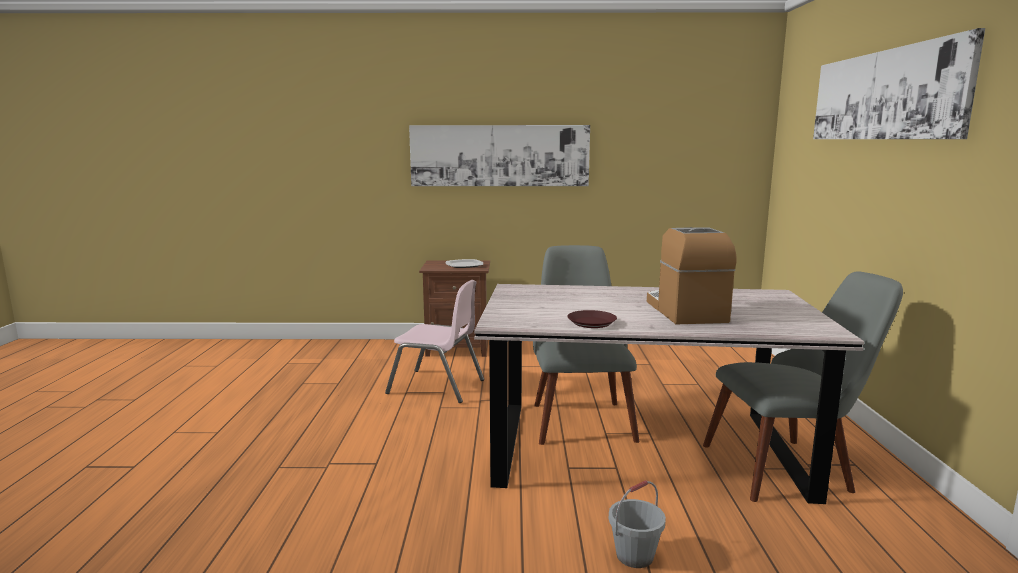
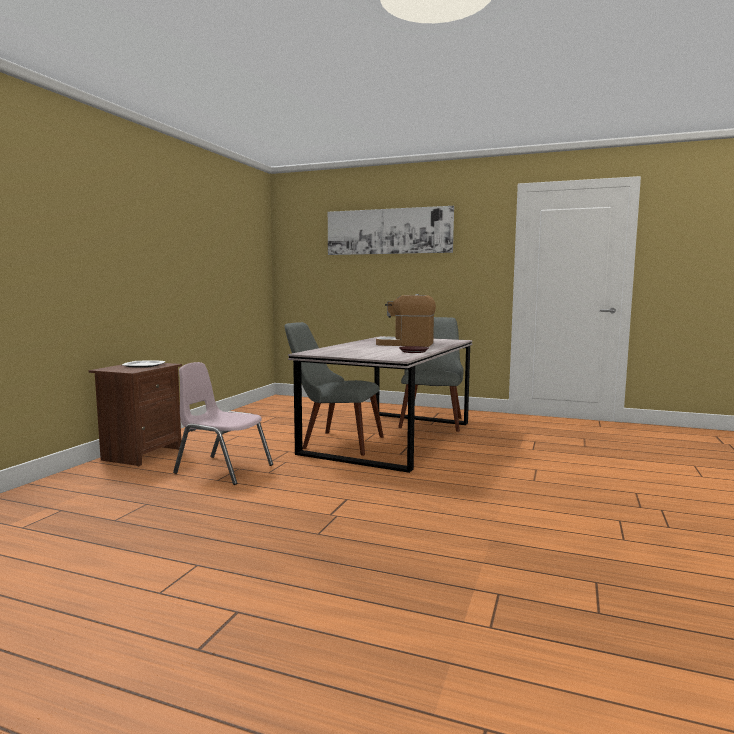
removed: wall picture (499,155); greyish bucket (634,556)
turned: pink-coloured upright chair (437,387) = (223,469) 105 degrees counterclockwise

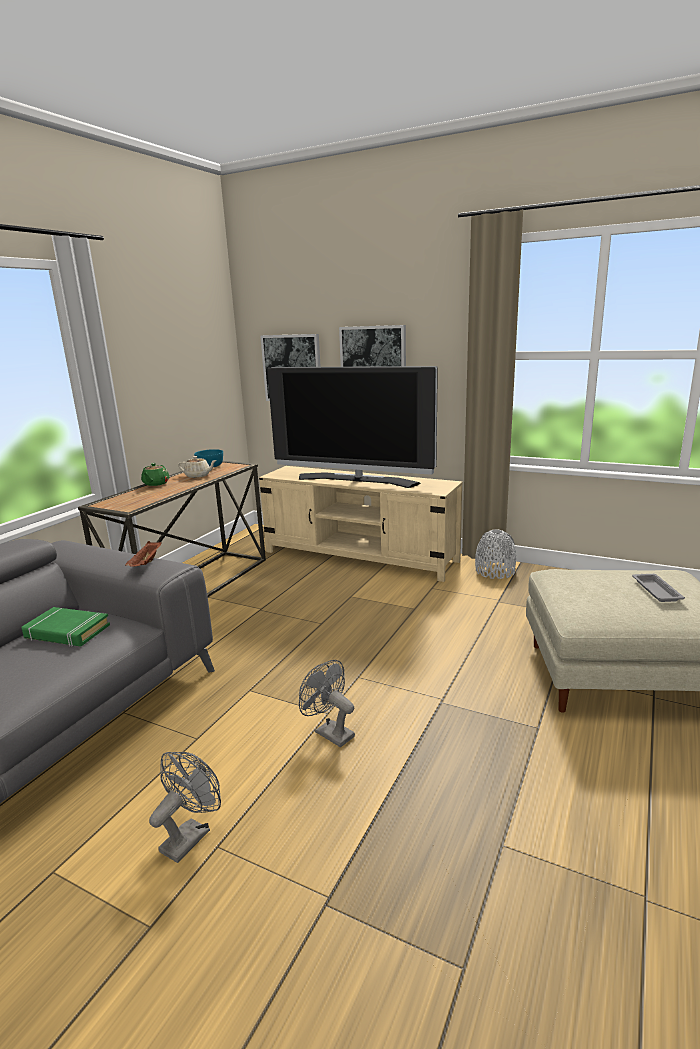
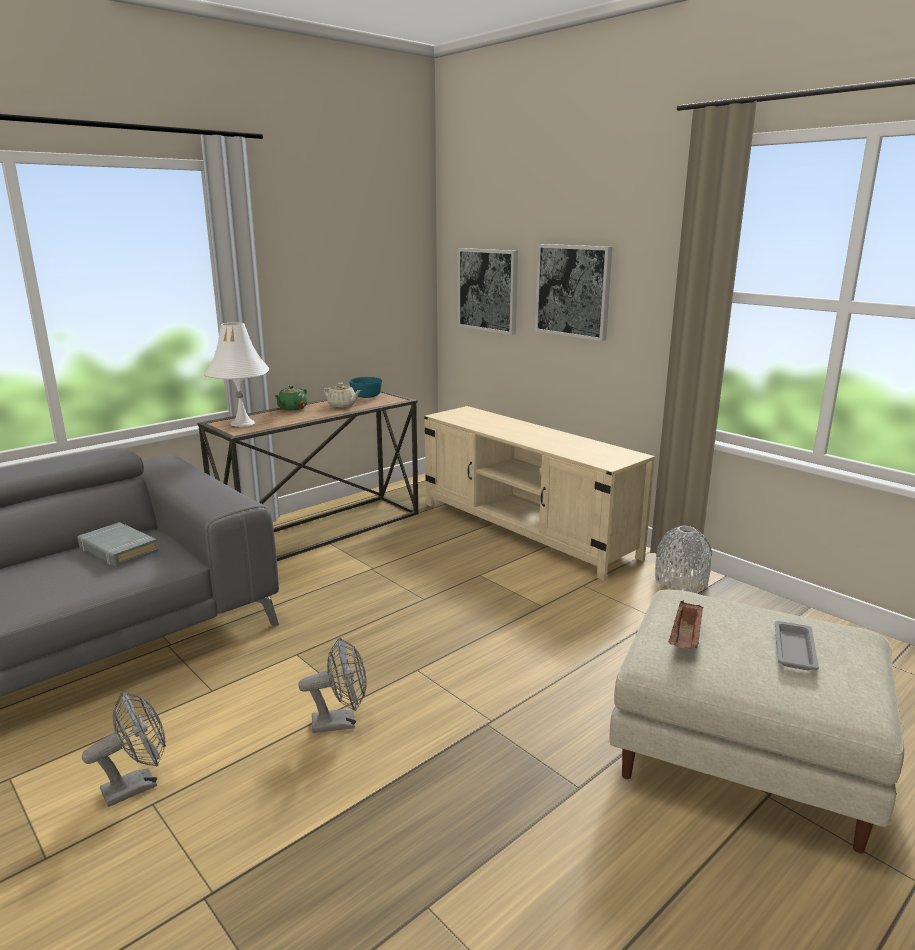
removed: TV (356,480)
added: white tabletop lamp (242,423)
moved: brown-coloured tray (146,563) to (685,638)
recoloured: green bound book (67,632) to greyish bound book (118,550)
turned: greyish cooling fan (329,732) = (341,722) 105 degrees clockwise

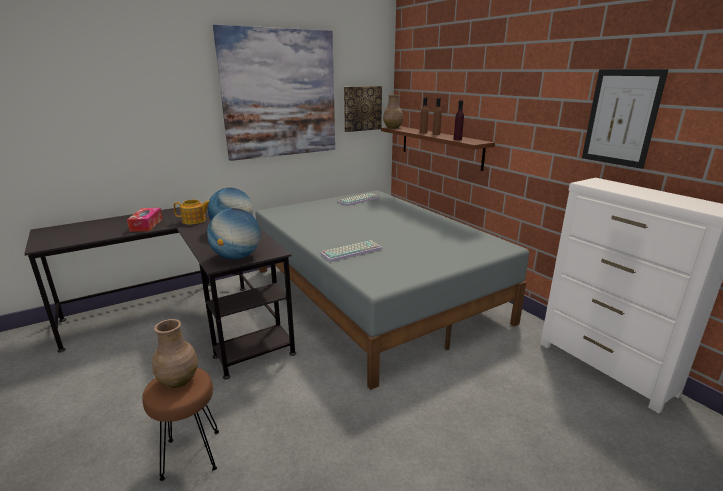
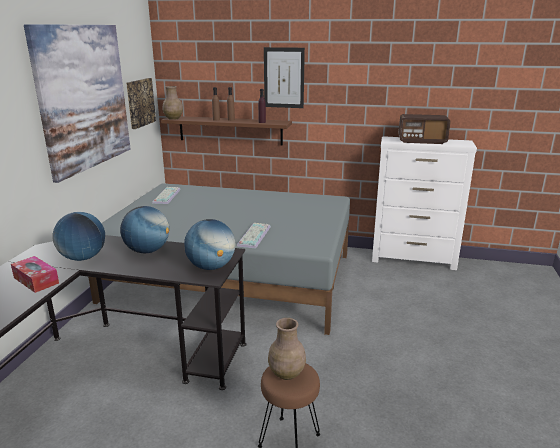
added: radio (422,141)
moved: wall picture (621,118) to (284,78)
replaced: pot for tea (194,221) to world globe (83,258)

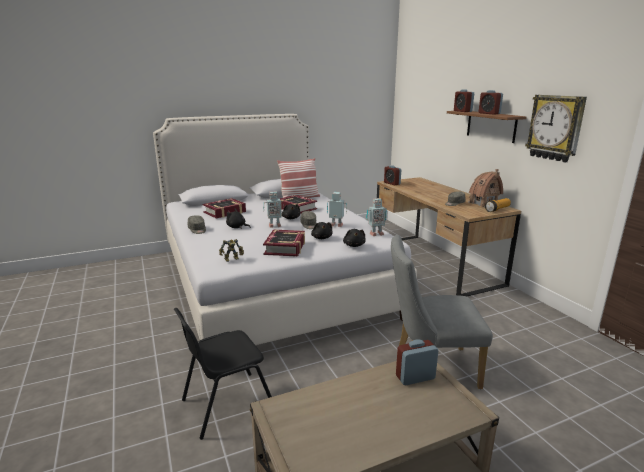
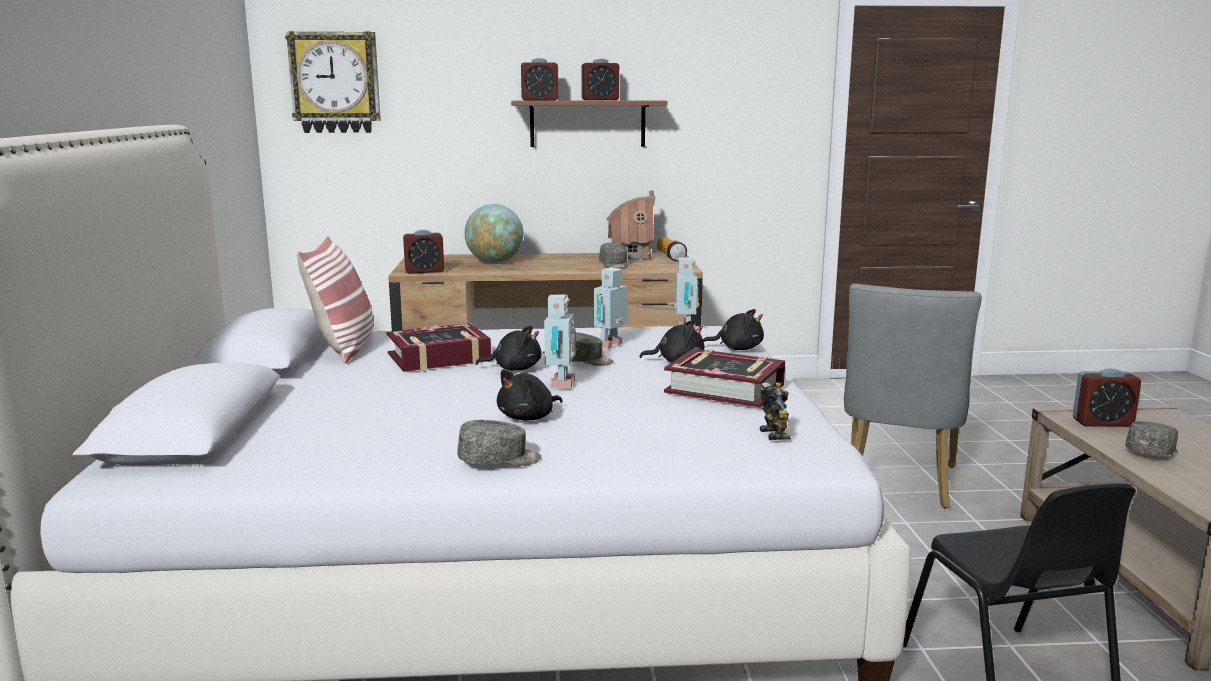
removed: bound book (224,212)
added: world globe (495,262); greyish peaked cap (1152,451)
moved: wall clock (555,128) to (335,83)
turned: bedside clock (415,377) = (1102,423) 90 degrees counterclockwise

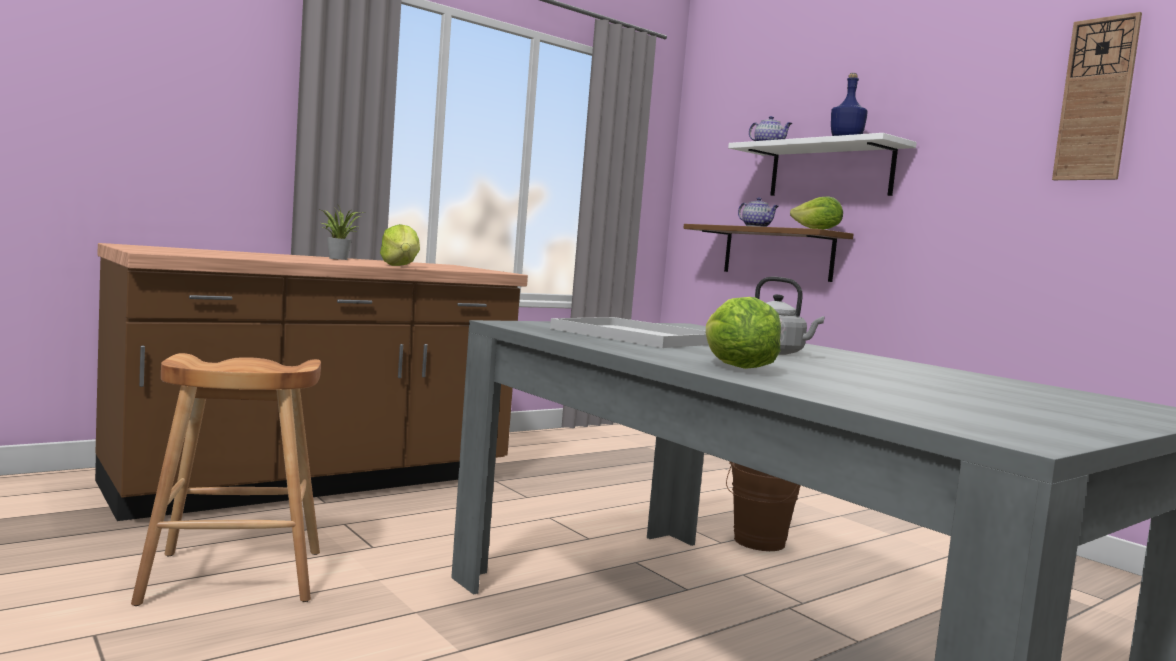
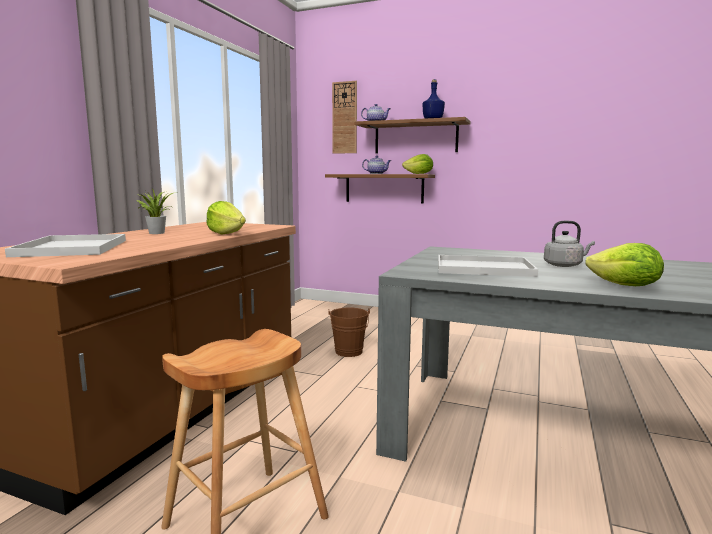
added: white tray (72,247)
moved: wall clock (1096,99) to (344,118); brown-coloured bucket (757,543) to (349,353)
recoloured: white bracket shelf (830,171) to brown-coloured bracket shelf (415,137)

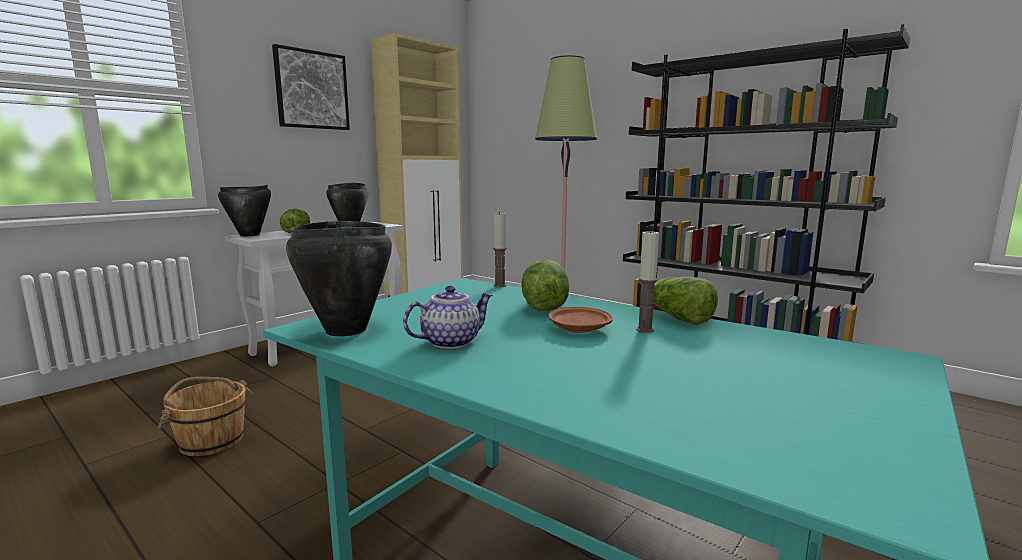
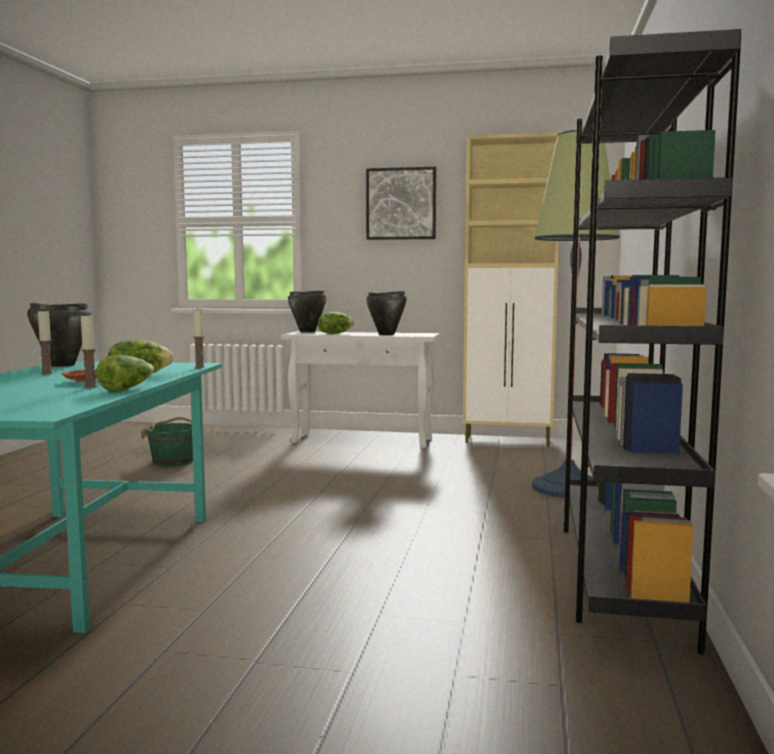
replaced: pot for tea (450,342) to candle (47,373)
recoloured: brown-coloured bucket (211,440) to green bucket (173,461)

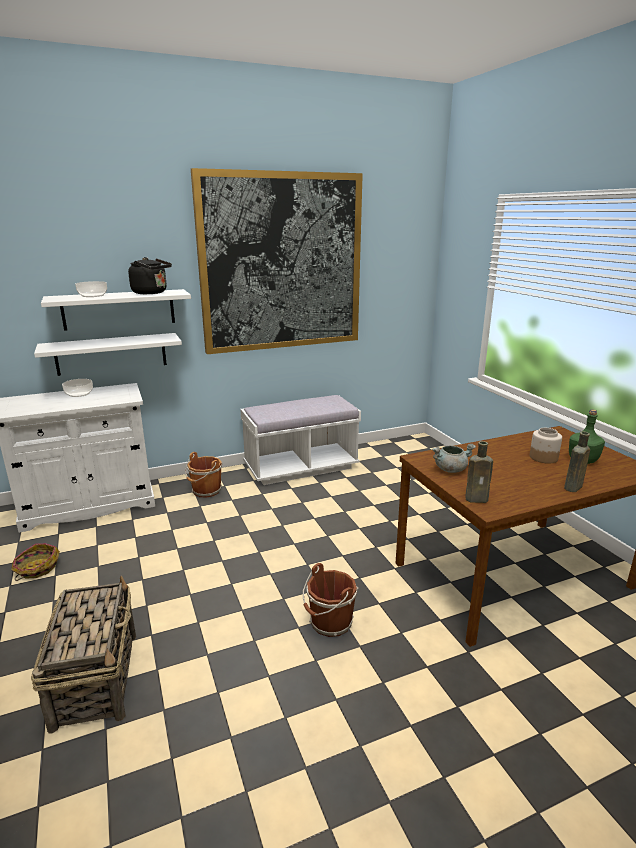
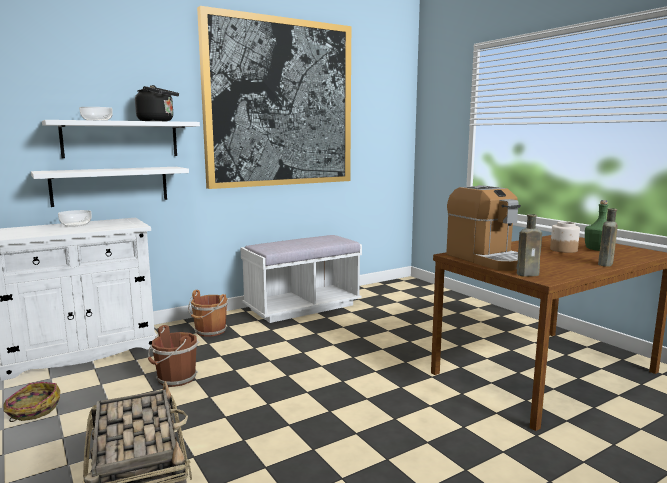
moved: brown-coloured bucket (329,623) to (175,379)
replaced: greyish saucepot (450,469) to coffee machine (487,259)

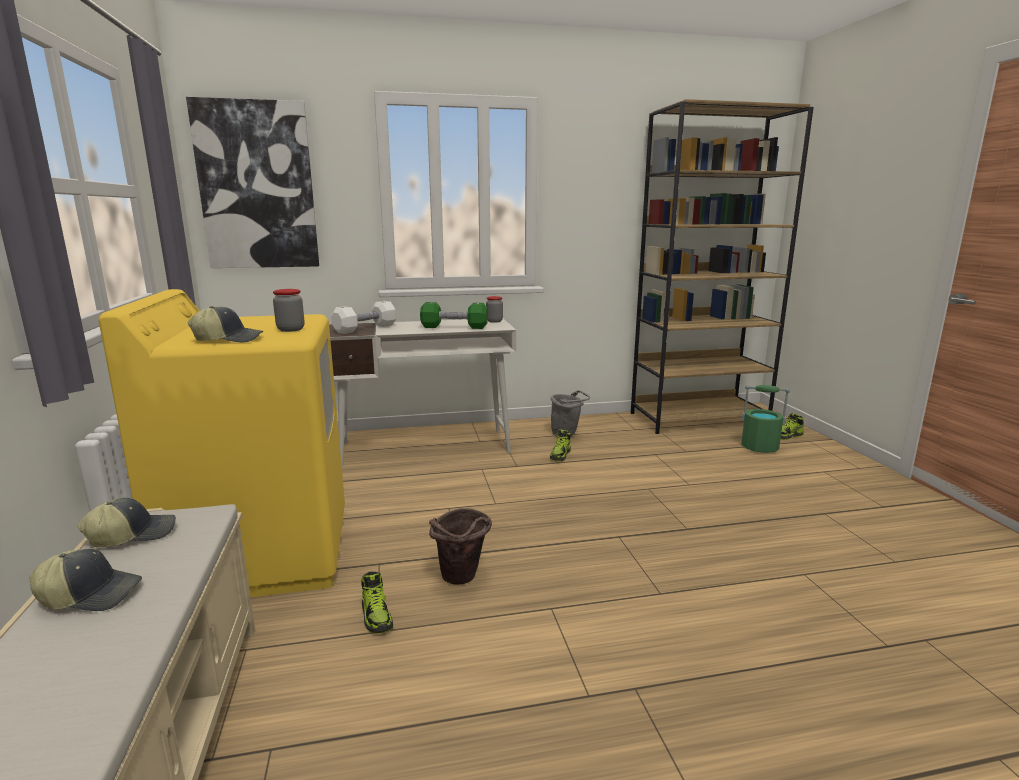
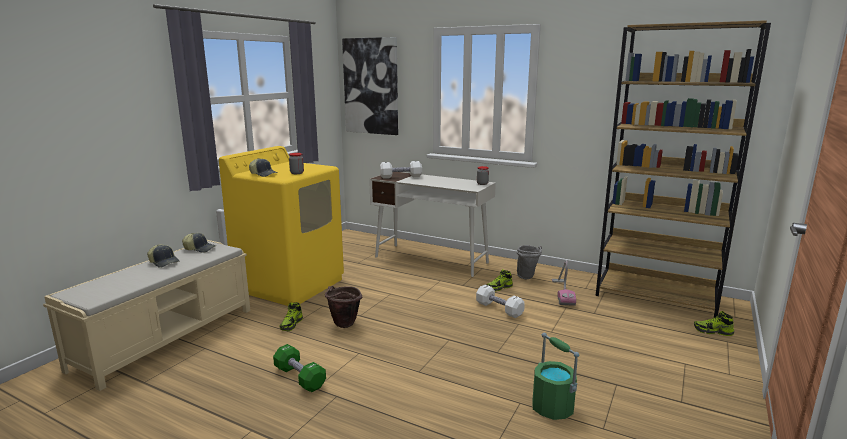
added: vacuum (562,292); white hand weight (499,309)
moved: green hand weight (454,327) to (300,377); green bucket (760,447) to (553,408)

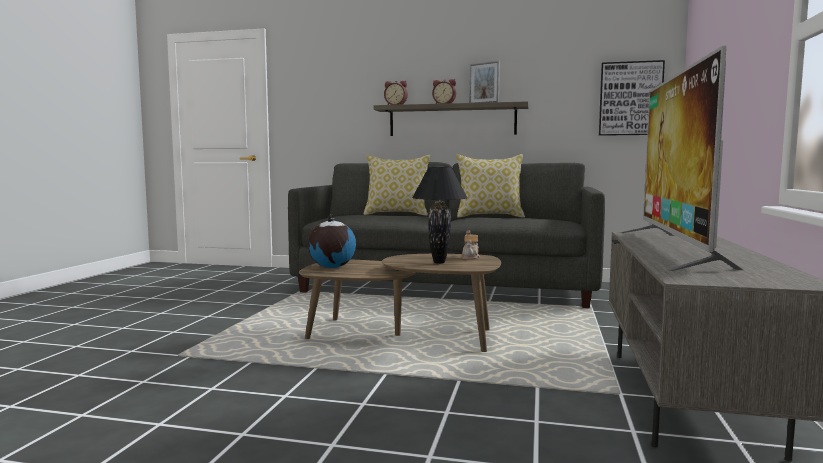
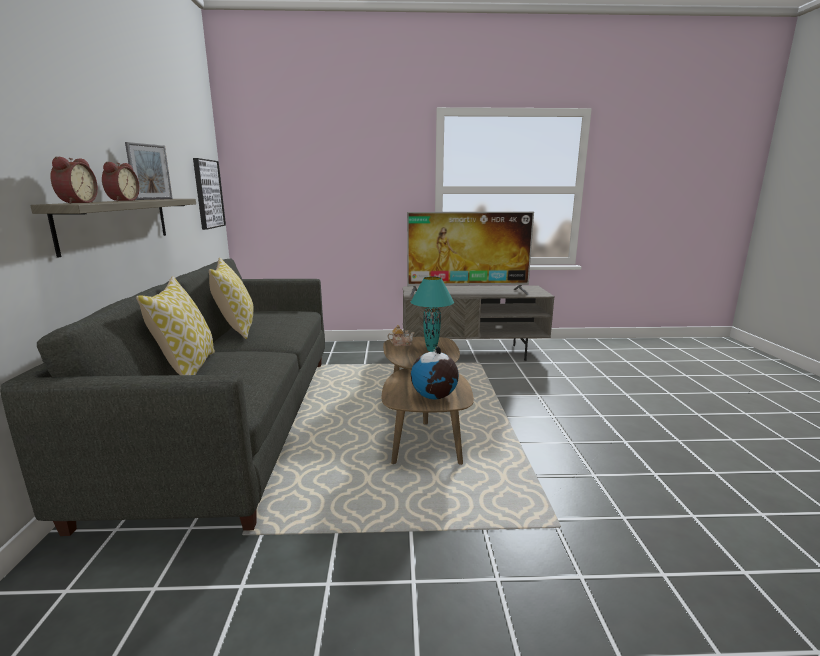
recoloured: black tabletop lamp (440,262) to turquoise tabletop lamp (431,350)

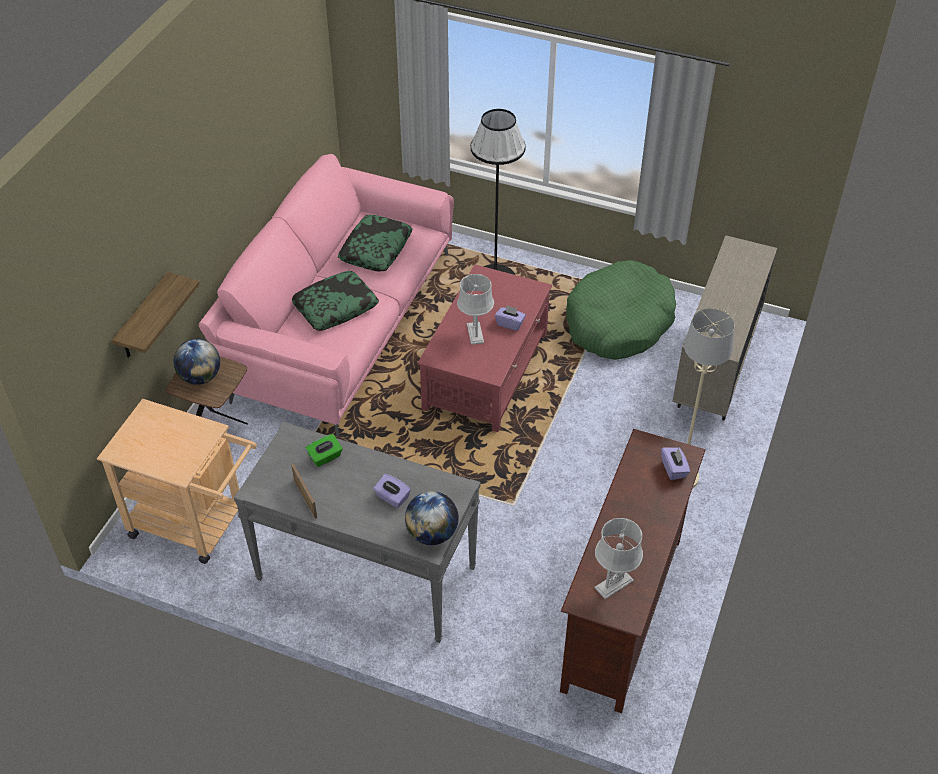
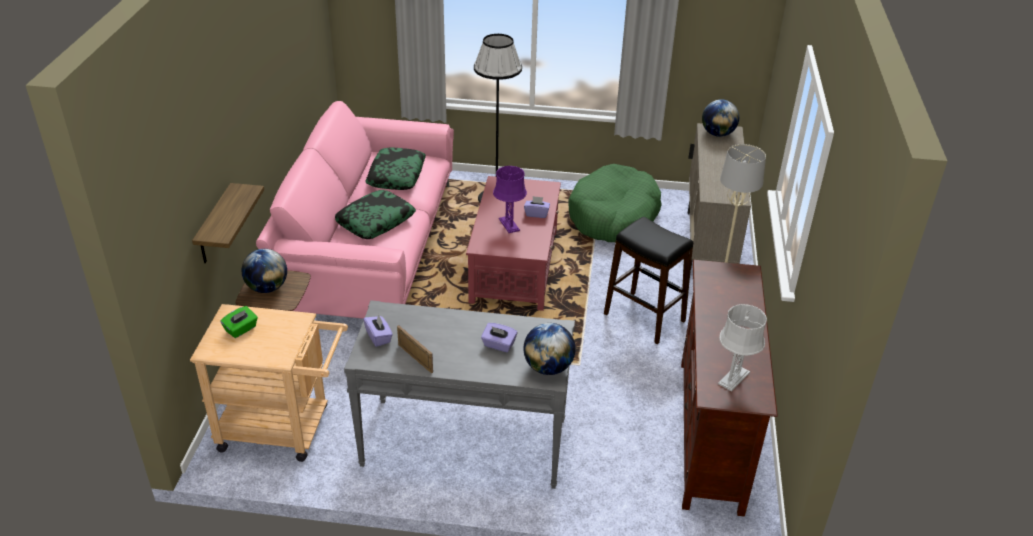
added: world globe (717,134); black sitting stool (644,317)
moved: green tissue box (325,457) to (241,329); purplish tissue box (674,469) to (379,337)
recoloured: greyish tabletop lamp (475,333) to purplish tabletop lamp (509,225)

